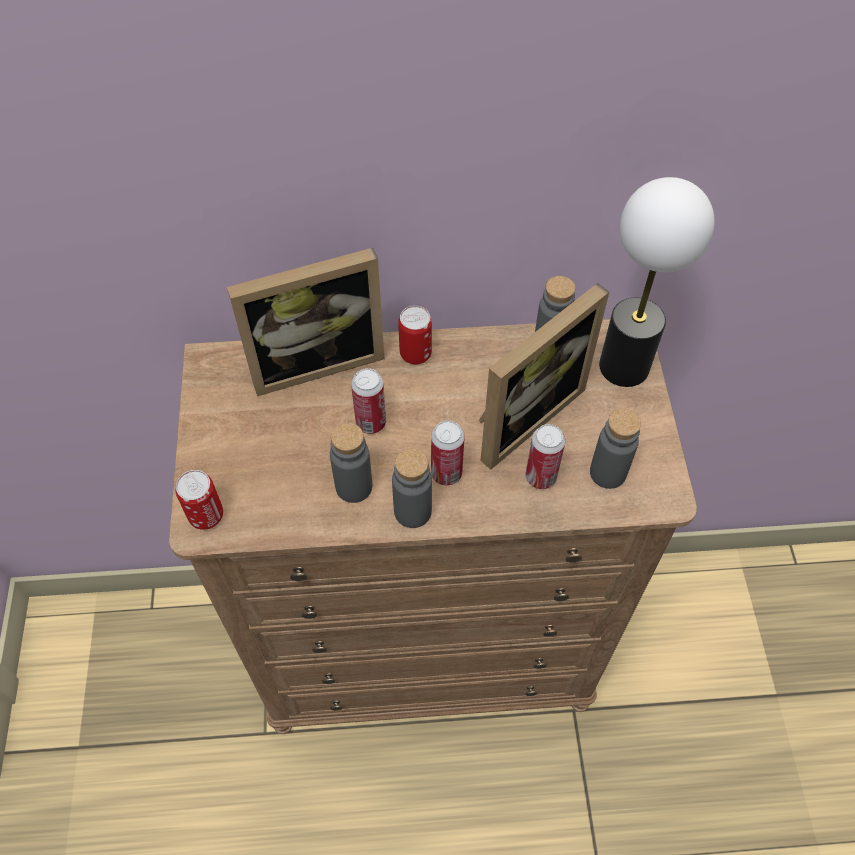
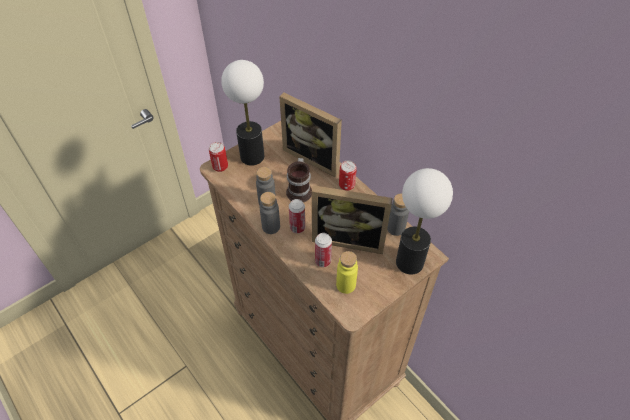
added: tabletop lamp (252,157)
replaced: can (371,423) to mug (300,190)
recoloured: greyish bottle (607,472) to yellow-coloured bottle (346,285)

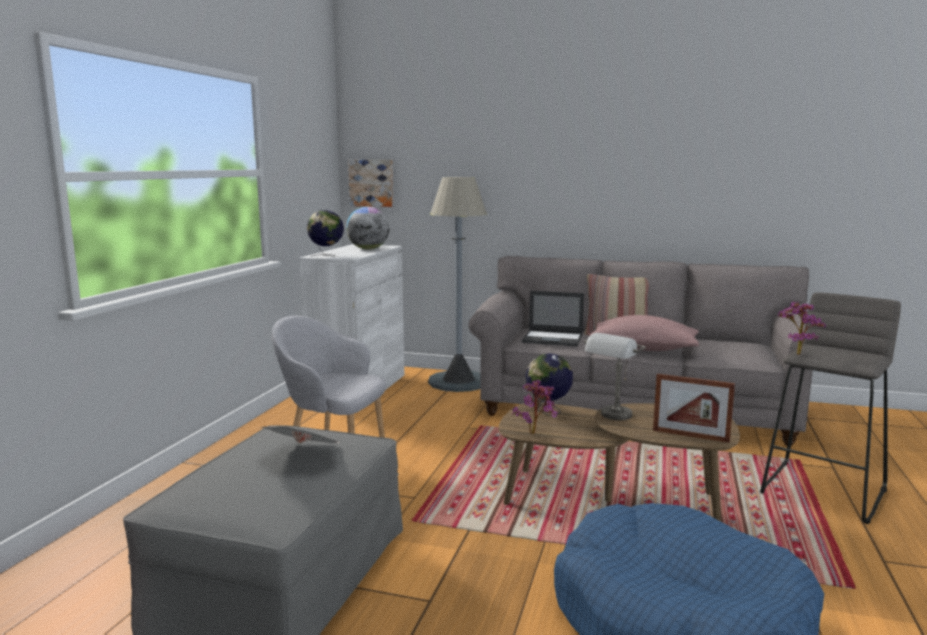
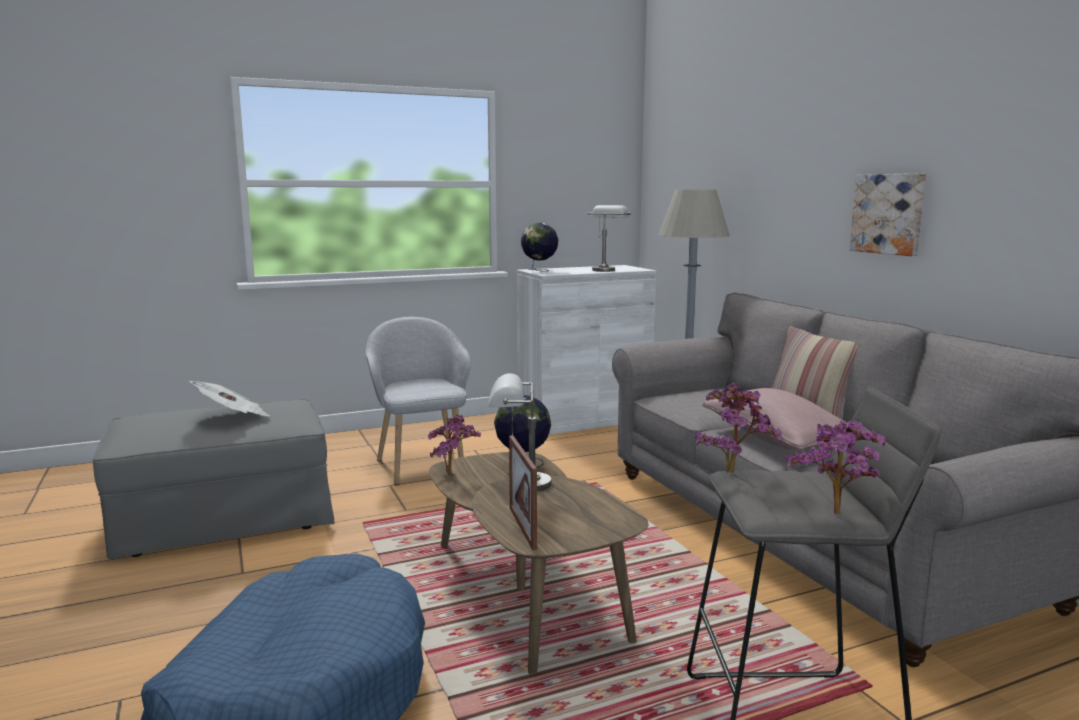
removed: notebook computer (553,339)
added: plant in a pot (836,516)
moved: wall picture (372,183) to (889,214)
replaced: world globe (368,249) to greyish tabletop lamp (606,269)

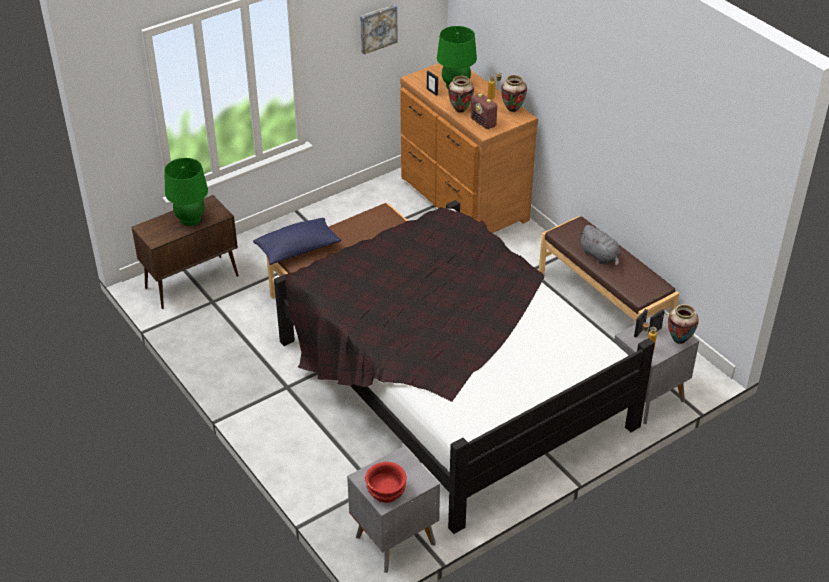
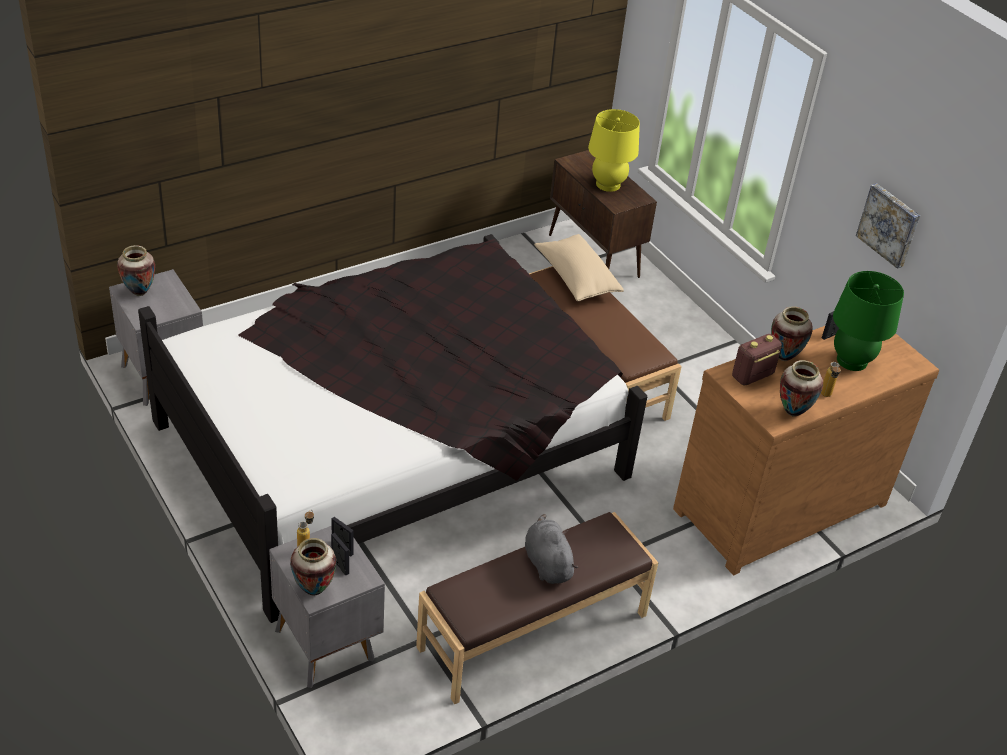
replaced: red-coloured bowl (386,491) to flower vase (139,292)
recoloured: green tabletop lamp (190,219) to yellow-coloured tabletop lamp (608,184); bluish cushion (298,250) to sand-coloured cushion (576,278)
turned: greyish plush toy (600,256) = (547,563) 105 degrees clockwise

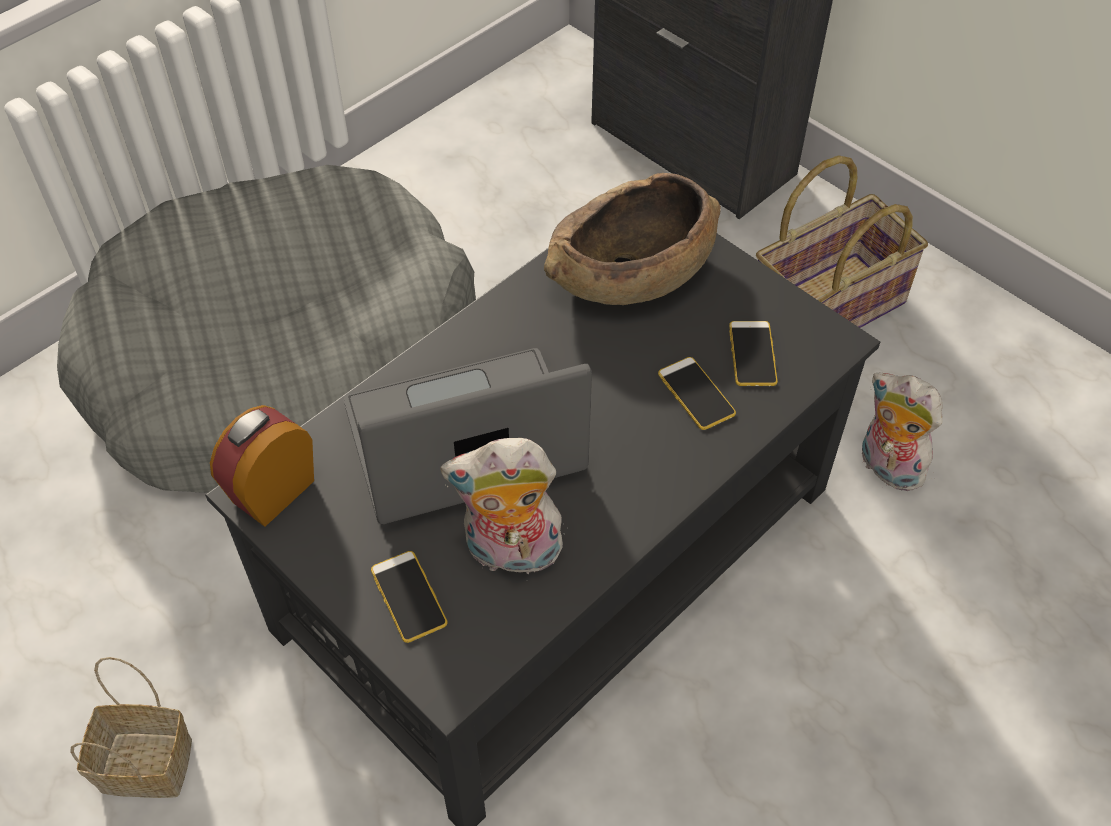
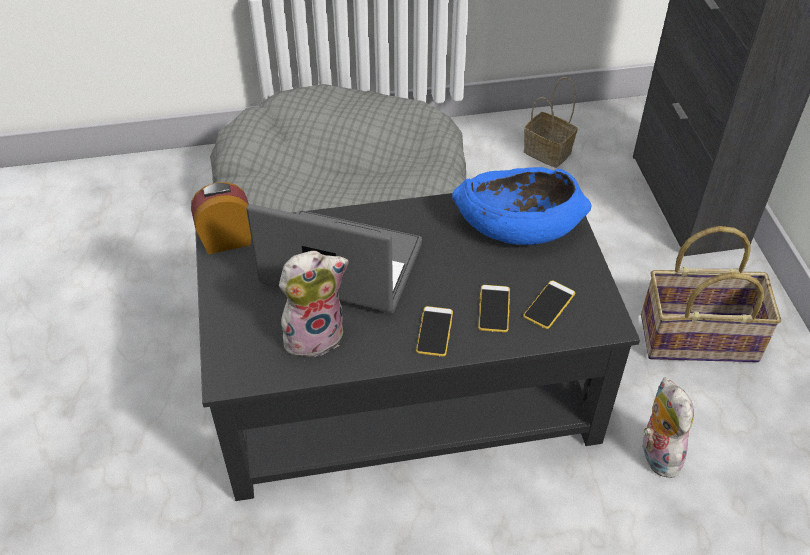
moved: telephone (408,597) to (434,331); storage basket (143,766) to (545,152)
recoloured: brown-coloured bowl (631,272) to bluish bowl (517,225)
turned: plush toy (510,553) = (314,334) 120 degrees clockwise

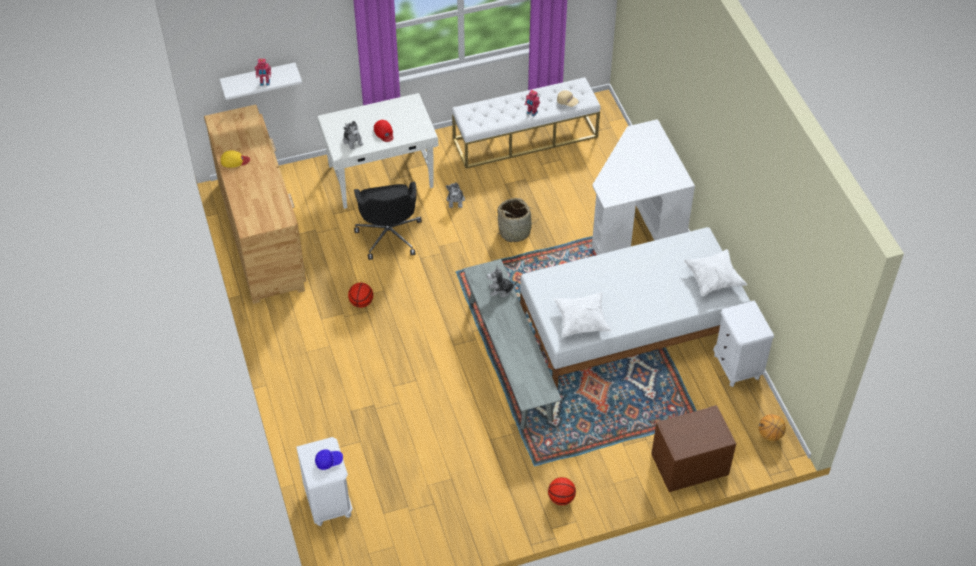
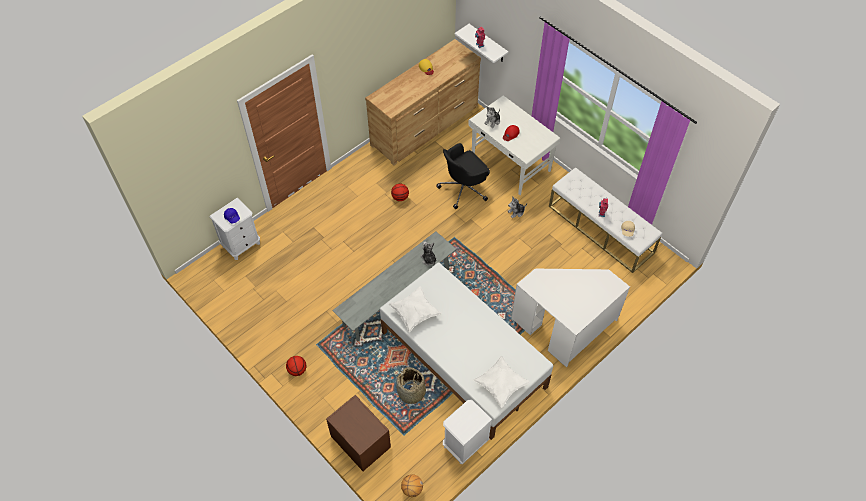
moved: storage basket (515,231) to (411,392)

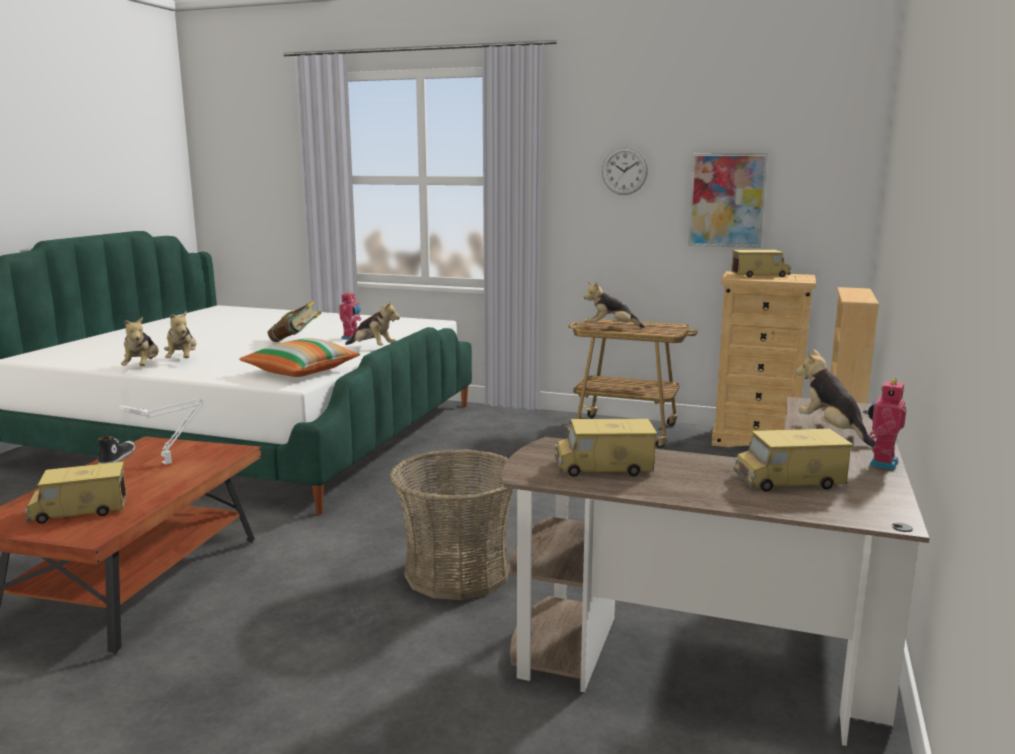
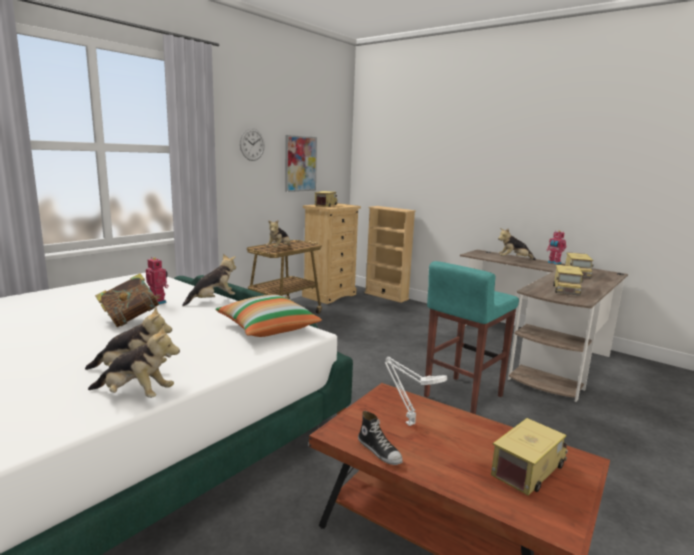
replaced: storage basket (457,573) to turquoise sitting stool (462,396)
turned: shoe (117,458) = (379,451) 150 degrees counterclockwise; toy lorry (79,511) = (528,470) 135 degrees counterclockwise

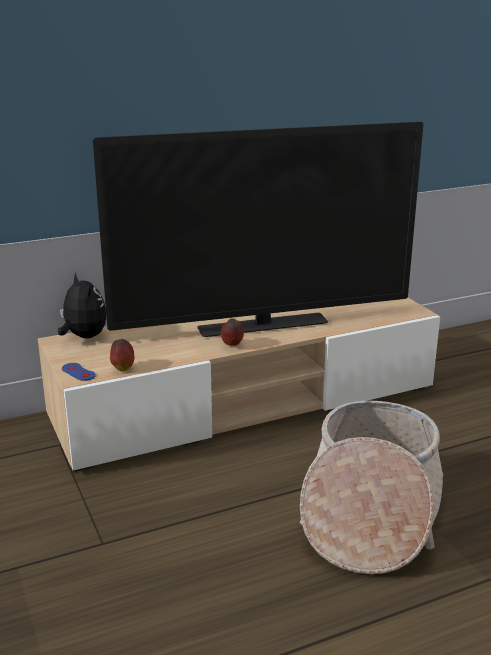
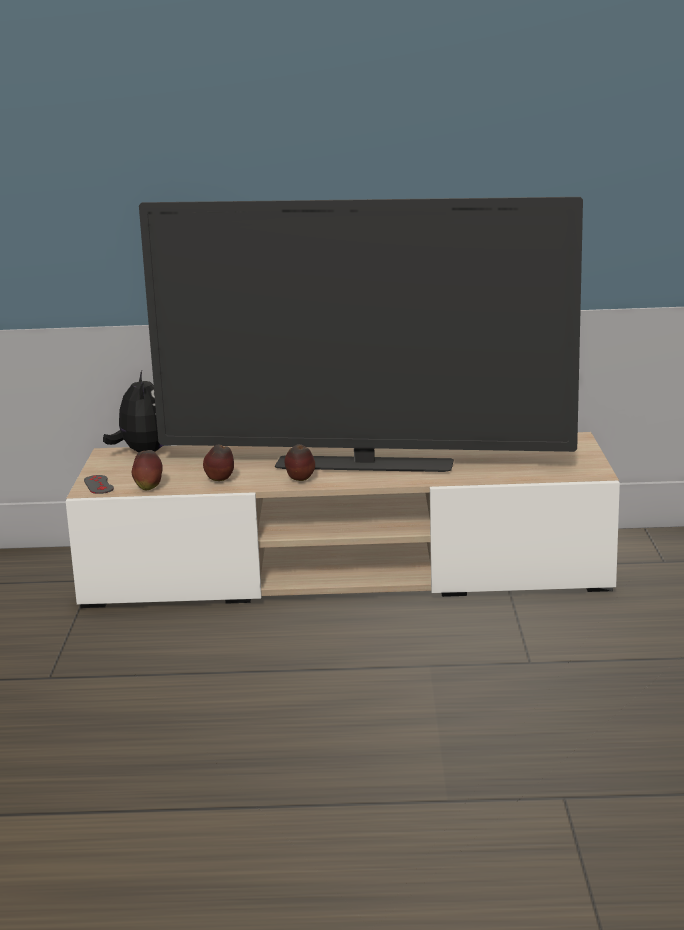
removed: storage basket (370,513)
added: apple fruit (220,481)
recoloured: bluish joypad (78,372) to greyish joypad (98,485)

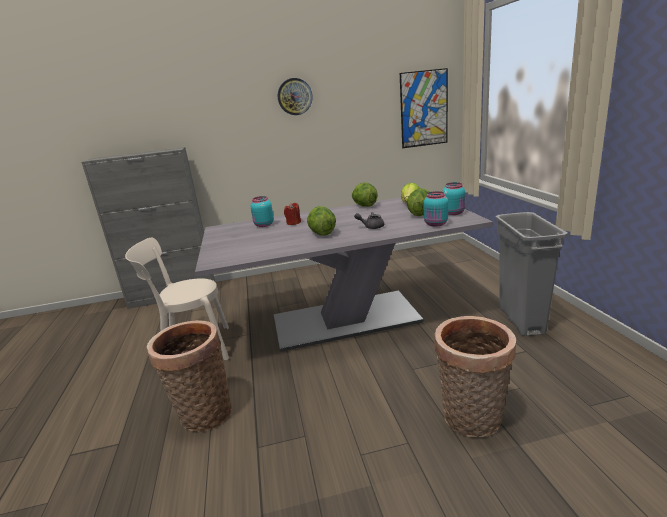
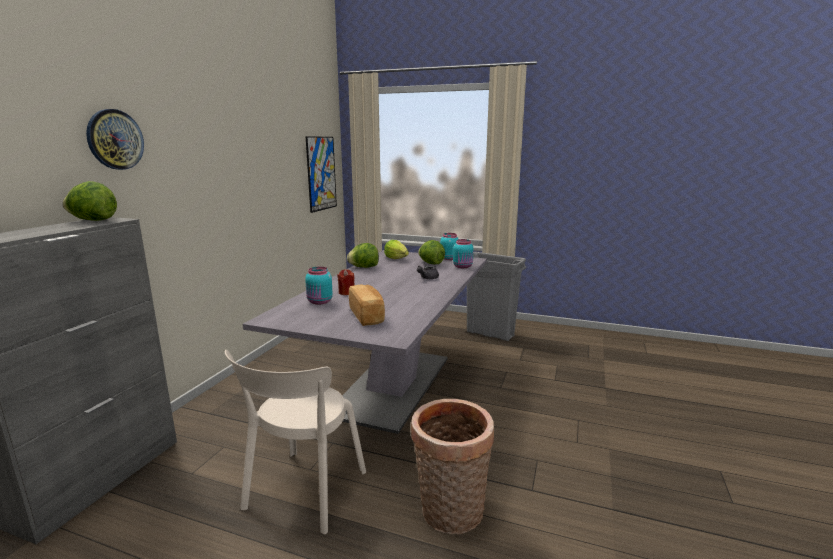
removed: storage basket (471,420)
added: bakery bread (367,316)
moved: wall clock (294,96) to (115,139); lettuce (321,234) to (93,220)

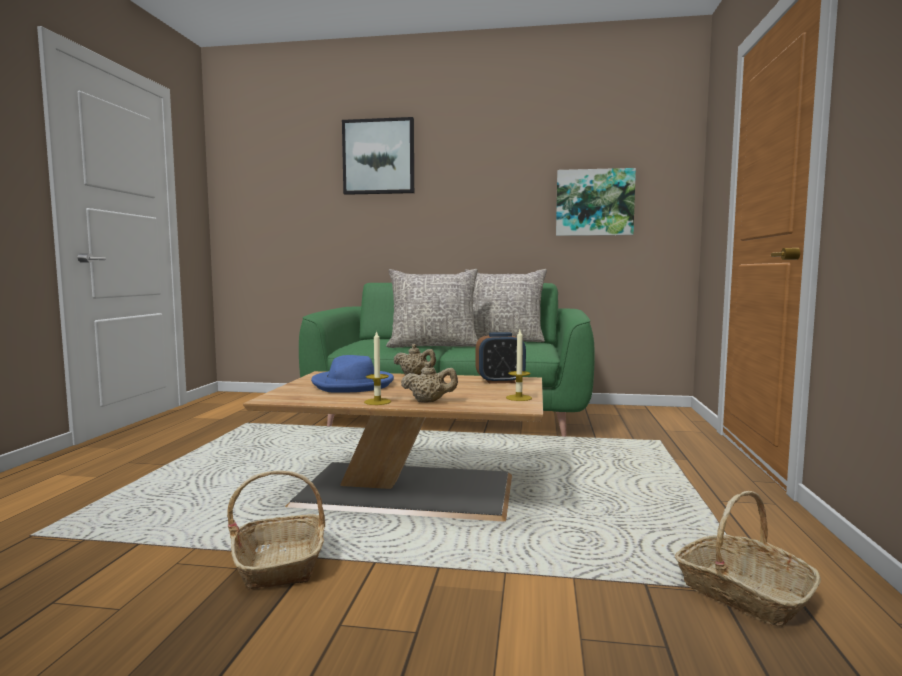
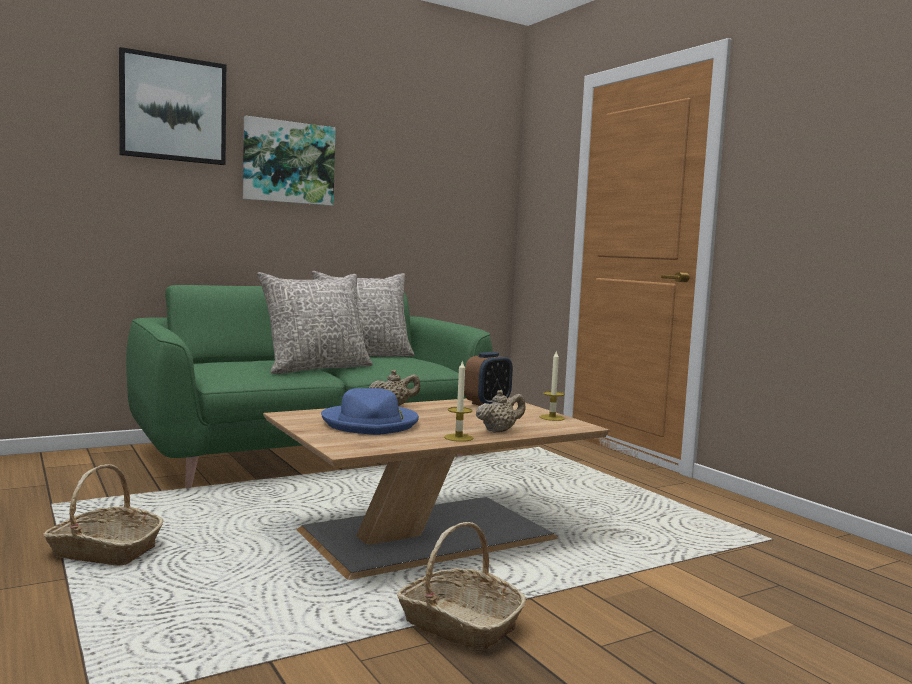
moved: wall picture (594,203) to (288,162); storage basket (742,593) to (104,551)

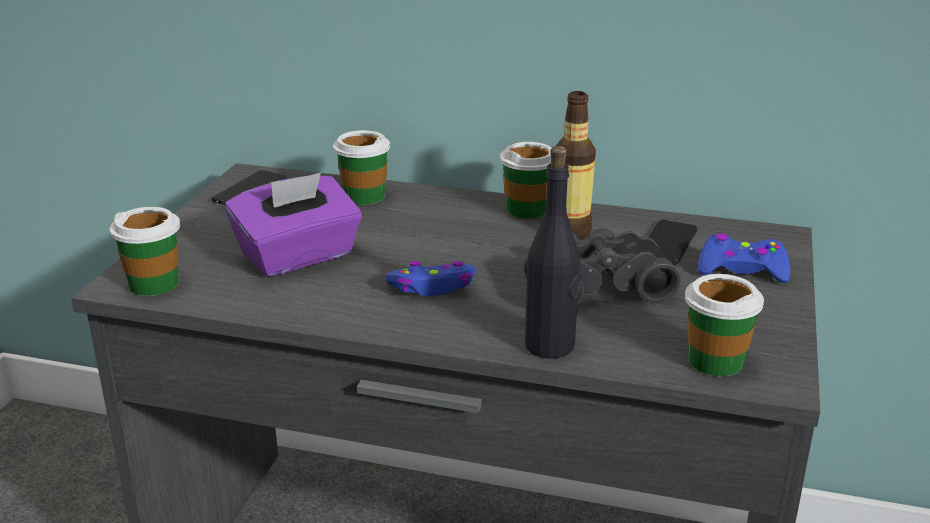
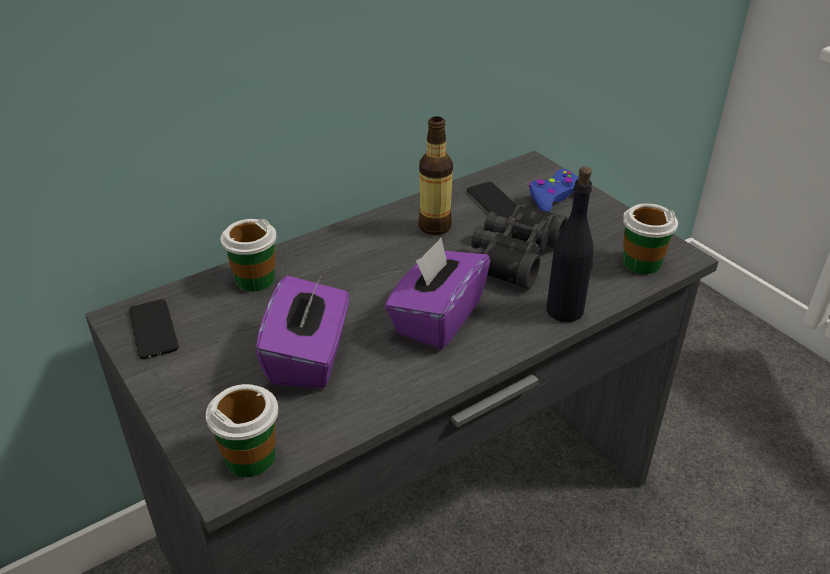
removed: small cup (527,209)
replaced: bluish joypad (432,287) to purplish tissue box (437,318)

